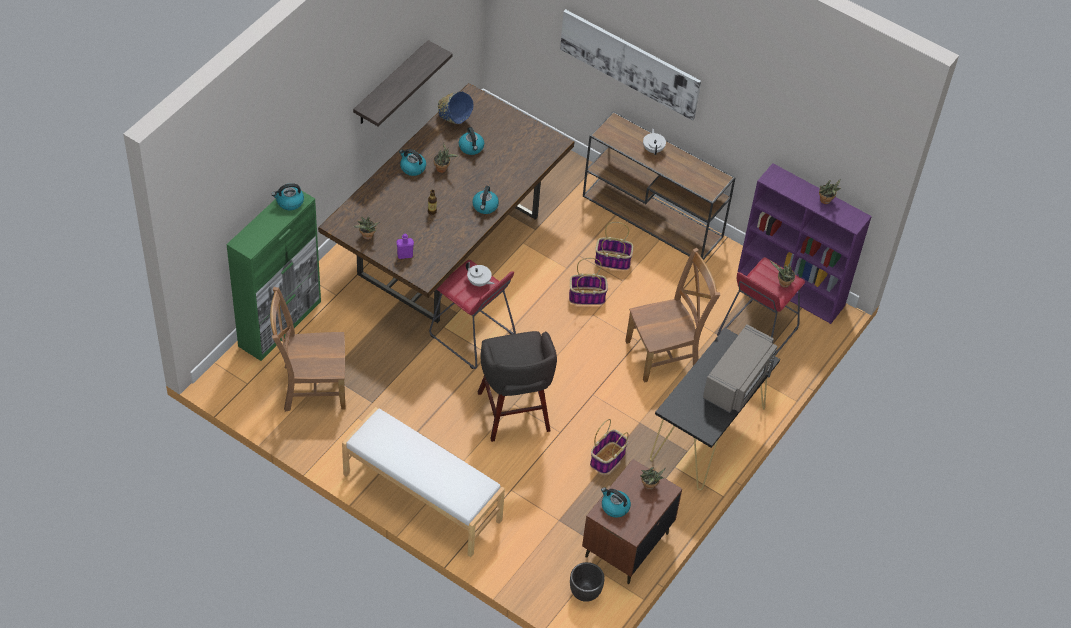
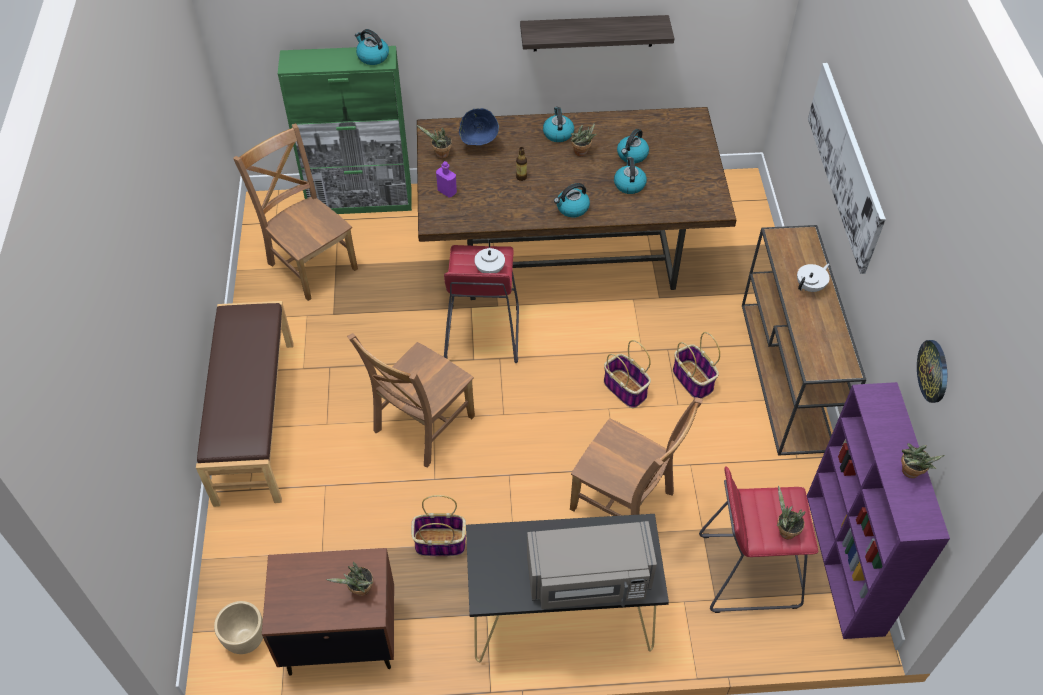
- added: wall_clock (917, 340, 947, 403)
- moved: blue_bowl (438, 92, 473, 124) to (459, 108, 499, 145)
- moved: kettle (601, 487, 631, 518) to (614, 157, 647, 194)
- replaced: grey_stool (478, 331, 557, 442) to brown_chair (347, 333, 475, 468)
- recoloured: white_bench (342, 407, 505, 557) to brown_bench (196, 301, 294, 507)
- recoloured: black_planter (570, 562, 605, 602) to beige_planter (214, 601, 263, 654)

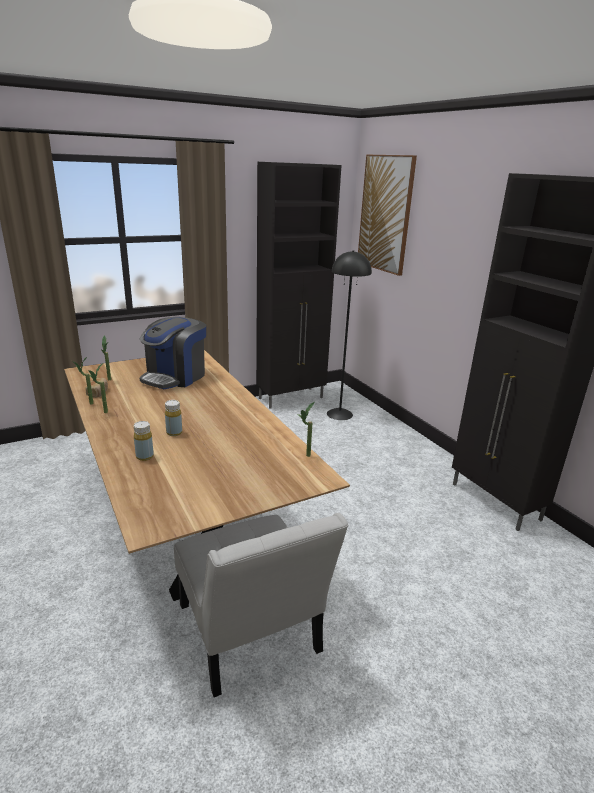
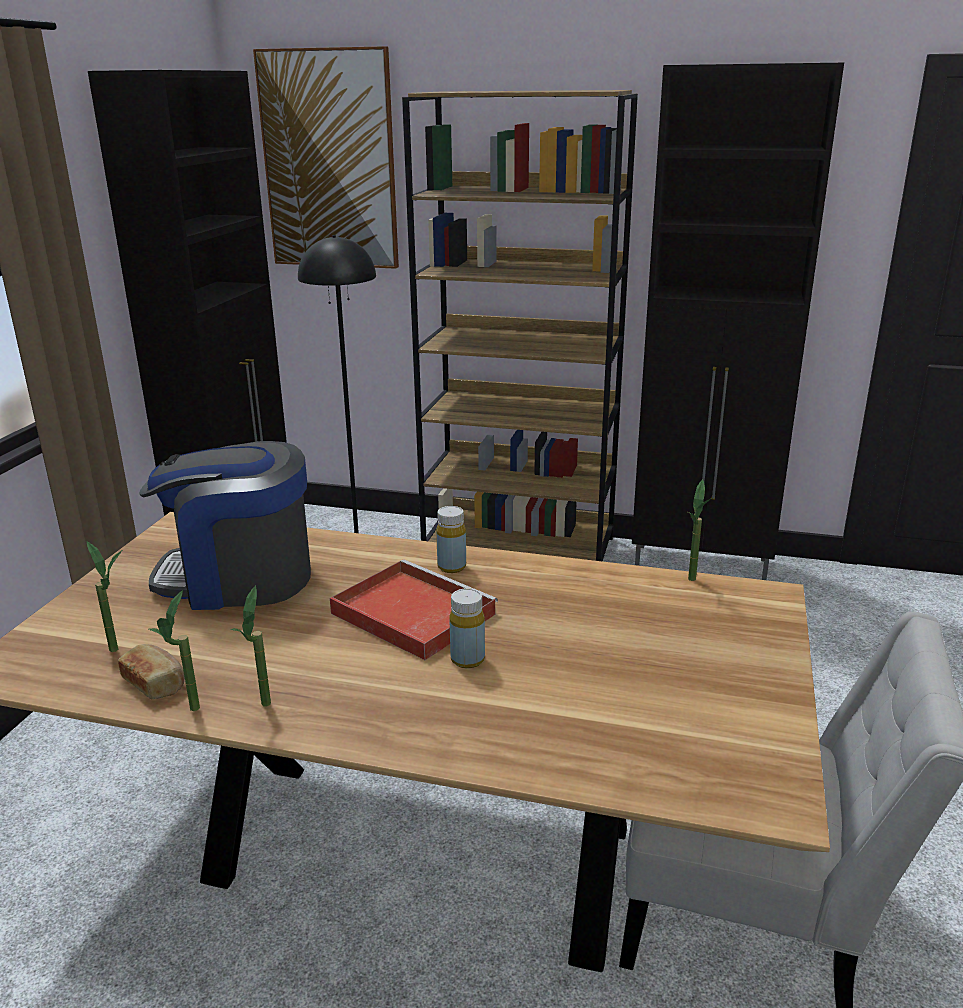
- added: red_tray (330, 559, 498, 660)
- added: brown_bookcase (402, 90, 638, 561)
- moved: yellow_bottle (134, 421, 154, 461) to (436, 506, 466, 573)
- turned: coffee_machine (140, 317, 206, 389) = (140, 441, 311, 610) 105 degrees clockwise

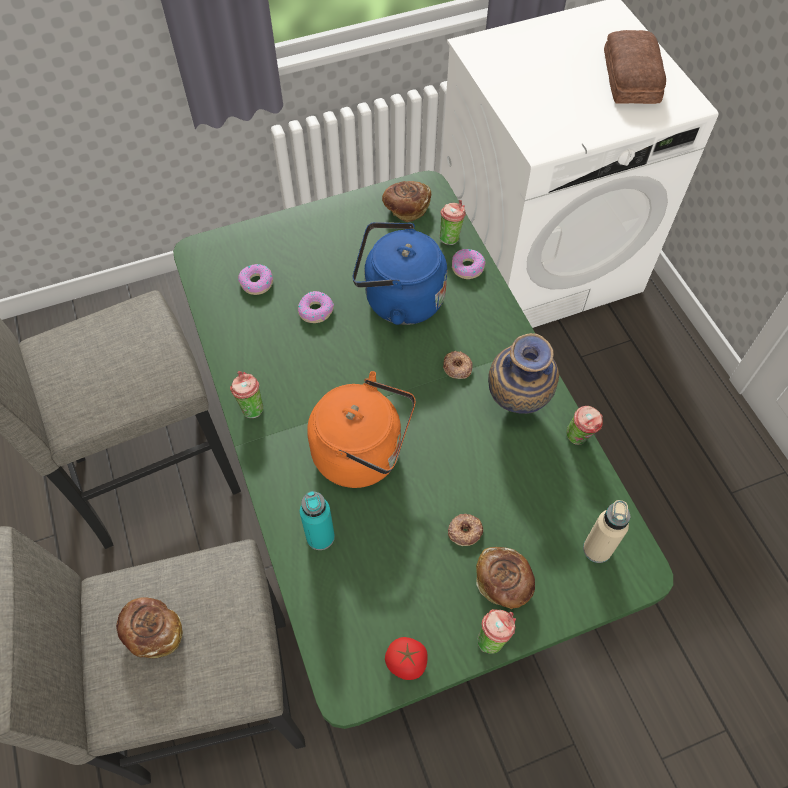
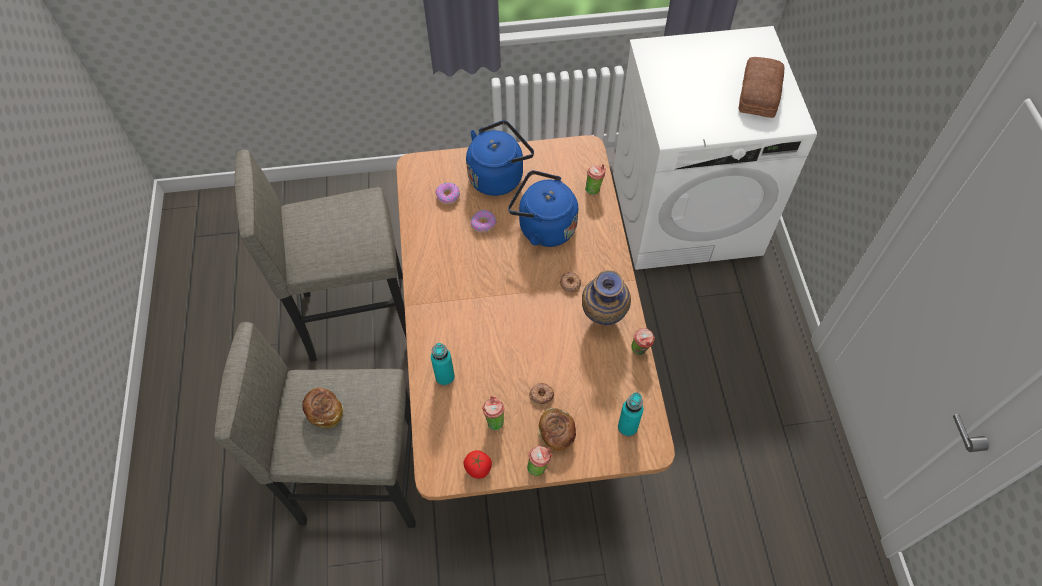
- removed: orange_kettle (307, 371, 416, 488)
- removed: bread (382, 181, 431, 222)
- removed: donut (452, 249, 485, 279)
- added: blue_kettle (466, 120, 534, 196)
- moved: cup (230, 371, 263, 418) to (482, 396, 504, 430)
- recoloured: green_dining_table (173, 171, 673, 729) to brown_dining_table (396, 135, 675, 500)
- recoloured: beige_bottle (583, 500, 631, 563) to turquoise_bottle (618, 392, 643, 436)

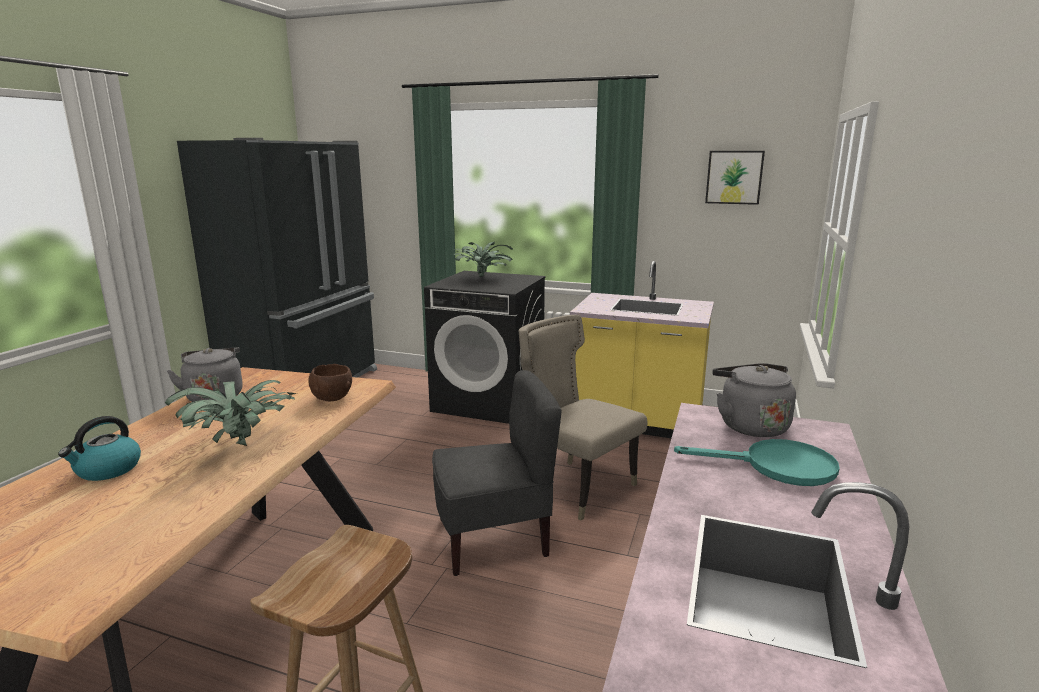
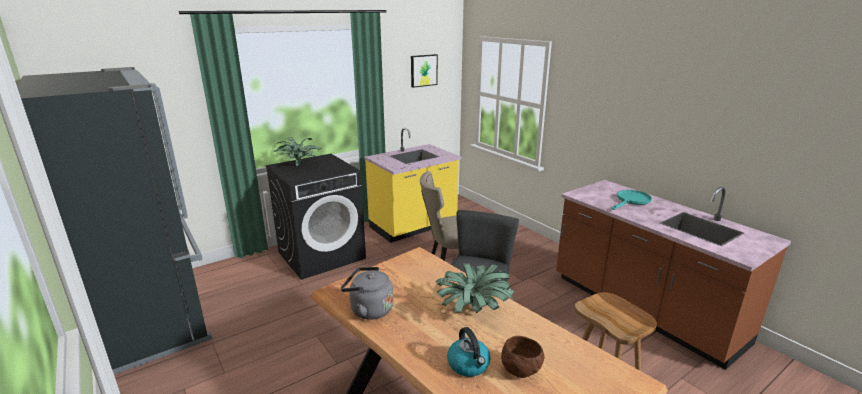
- removed: grey_kettle (712, 363, 796, 437)
- moved: brown_bowl (308, 364, 352, 401) to (501, 336, 545, 378)

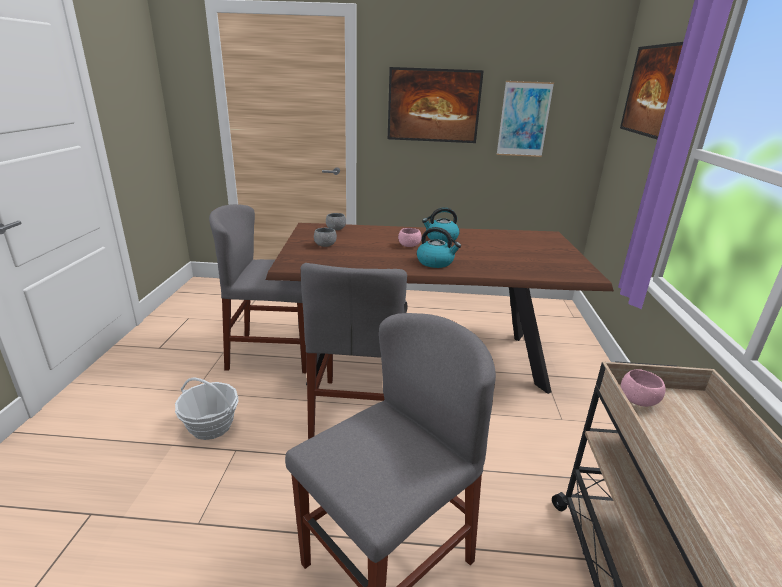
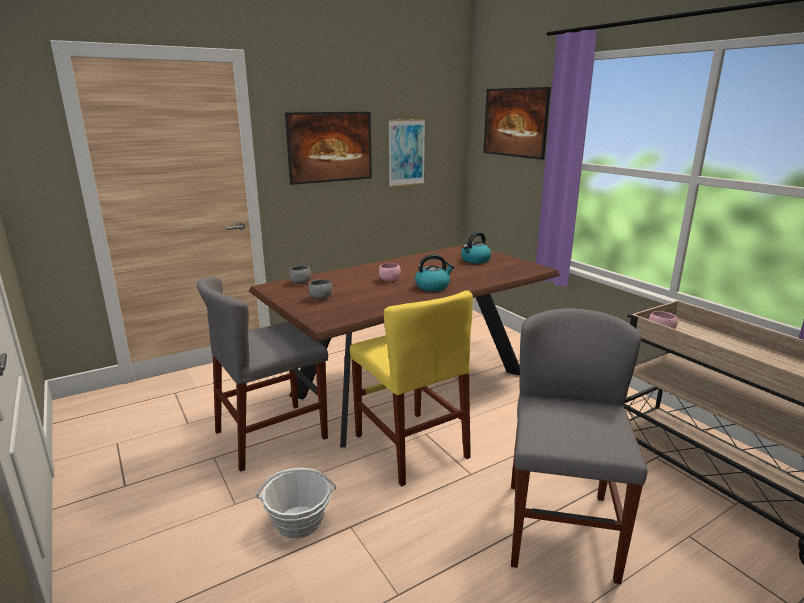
- moved: kettle (422, 207, 460, 243) to (461, 232, 491, 263)
- recoloured: grey_chair (301, 263, 408, 439) to yellow_chair (350, 290, 473, 486)

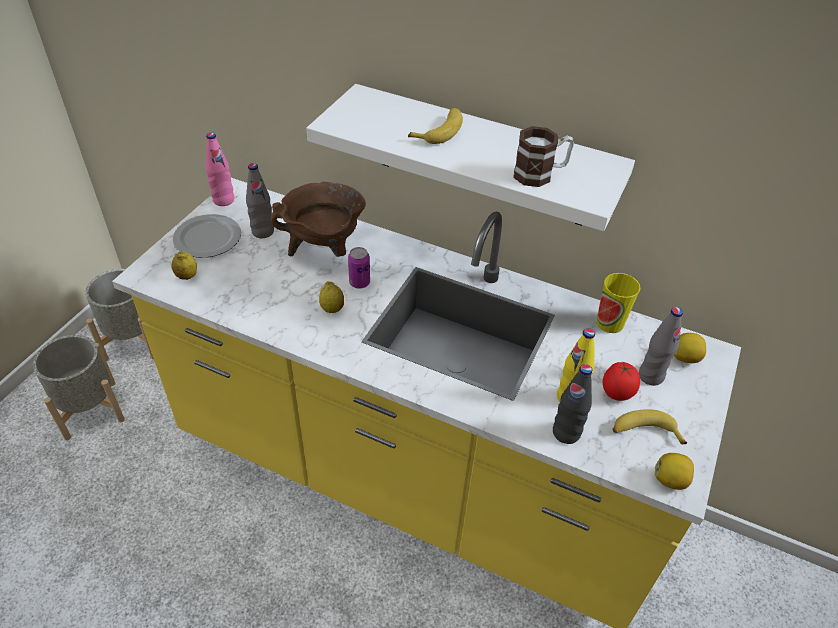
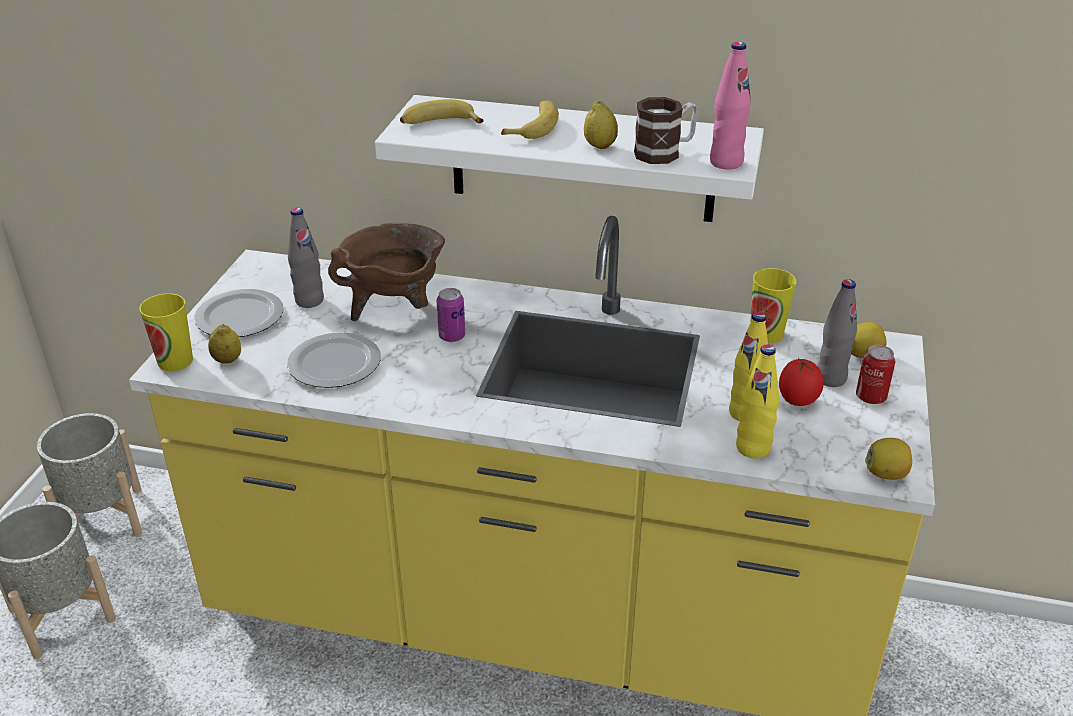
- added: cup (139, 293, 193, 371)
- added: plate (287, 332, 381, 388)
- added: can (856, 345, 895, 404)
- moved: pink_bottle (206, 133, 234, 206) to (710, 42, 751, 169)
- moved: lemon (319, 281, 344, 313) to (584, 101, 618, 149)
- moved: banana (612, 409, 687, 444) to (400, 99, 484, 124)
- recoloured: black_bottle (553, 364, 592, 444) to yellow_bottle (736, 345, 779, 459)

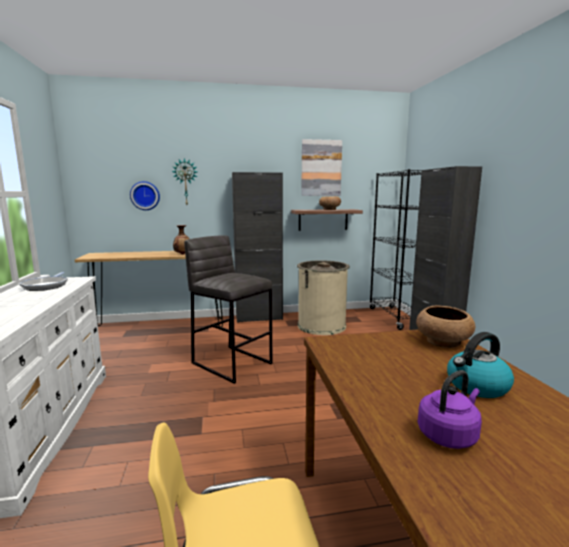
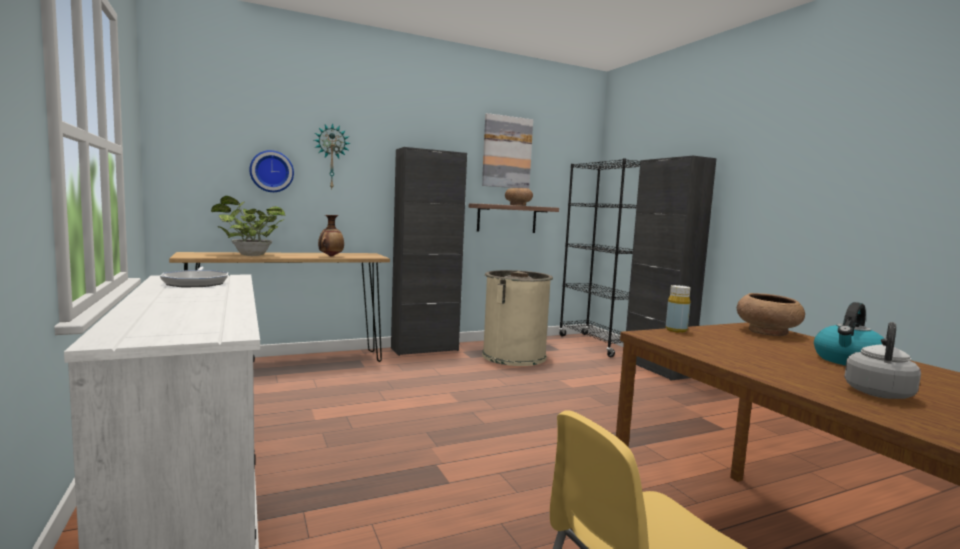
- removed: grey_stool (184, 235, 272, 384)
- added: potted_plant (211, 196, 285, 256)
- added: yellow_bottle (666, 285, 690, 333)
- recoloured: purple_kettle (418, 370, 482, 449) to grey_kettle (844, 322, 921, 399)

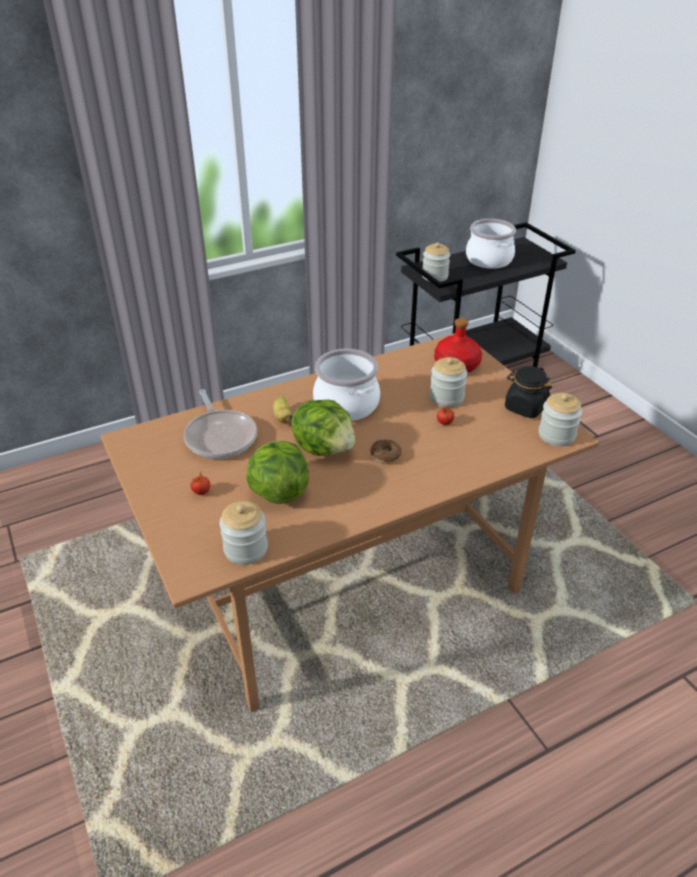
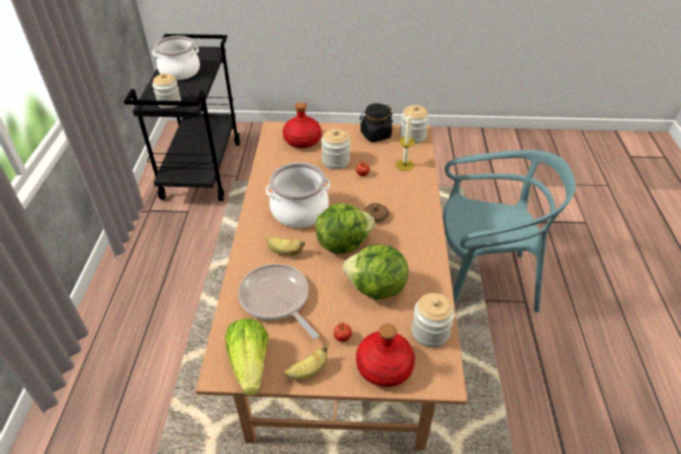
- added: lettuce (225, 319, 269, 396)
- added: banana (283, 346, 328, 381)
- added: red_bottle (356, 324, 415, 387)
- added: candle (395, 114, 415, 171)
- added: turquoise_chair (443, 150, 576, 313)
- turned: frying_pan (184, 389, 257, 459) = (238, 264, 319, 339) 135 degrees counterclockwise

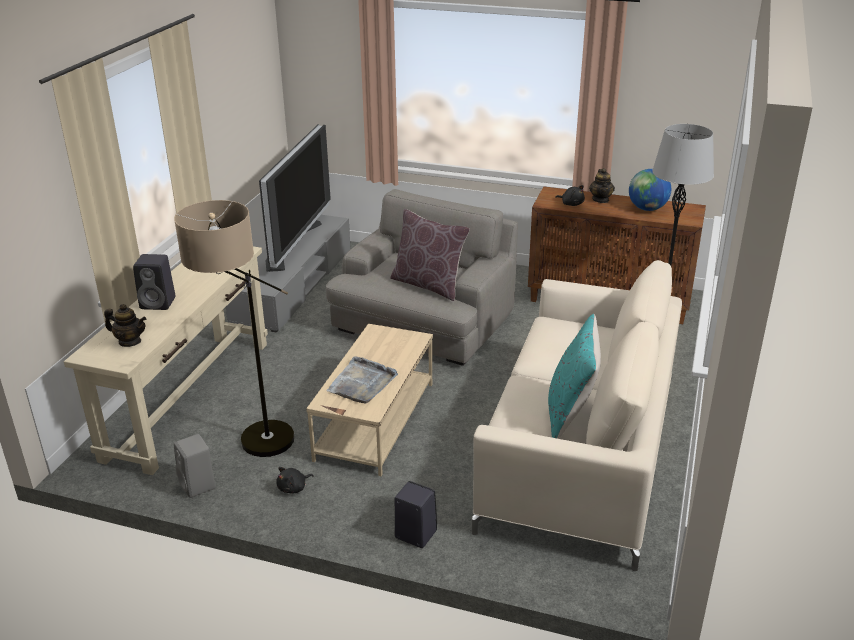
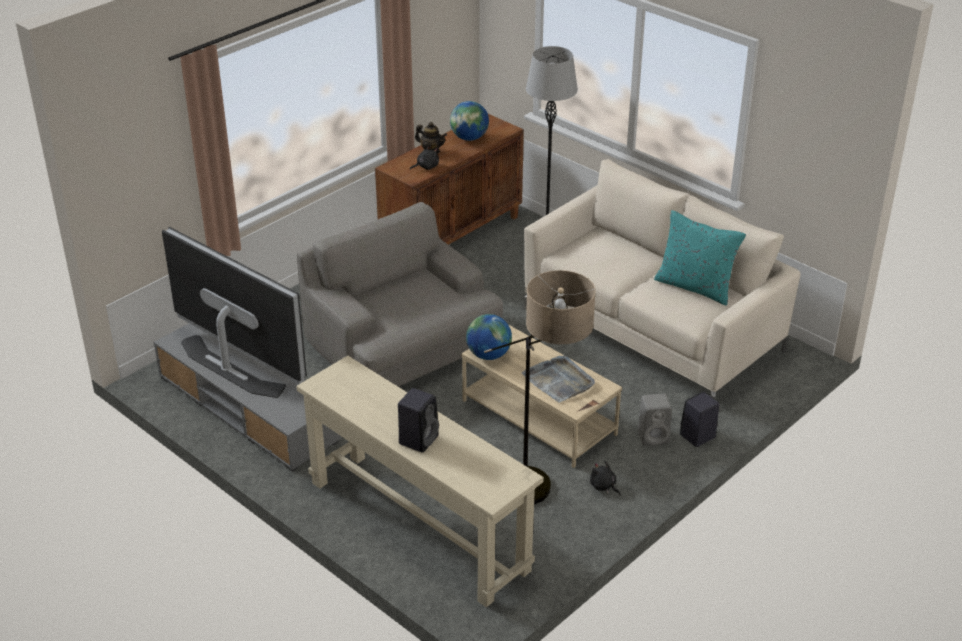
- removed: teapot (104, 304, 146, 347)
- removed: brown_pillow (390, 209, 470, 301)
- added: globe (466, 314, 512, 360)
- moved: grey_speaker (174, 434, 216, 498) to (637, 393, 672, 446)
- turned: black_plush_toy (276, 467, 314, 493) = (590, 461, 621, 496) 150 degrees clockwise

